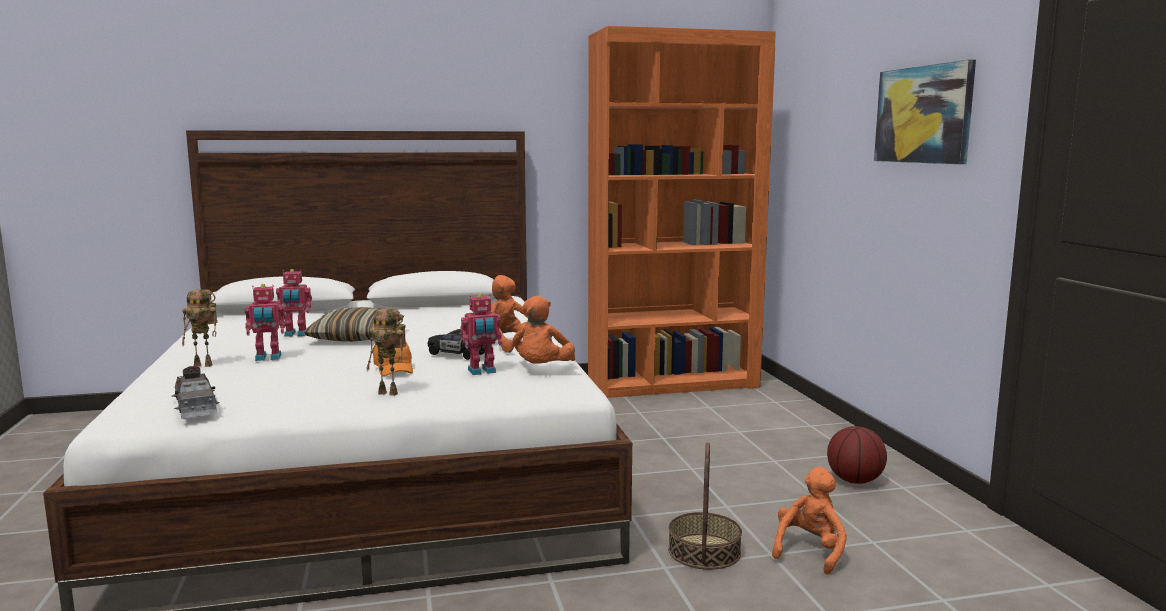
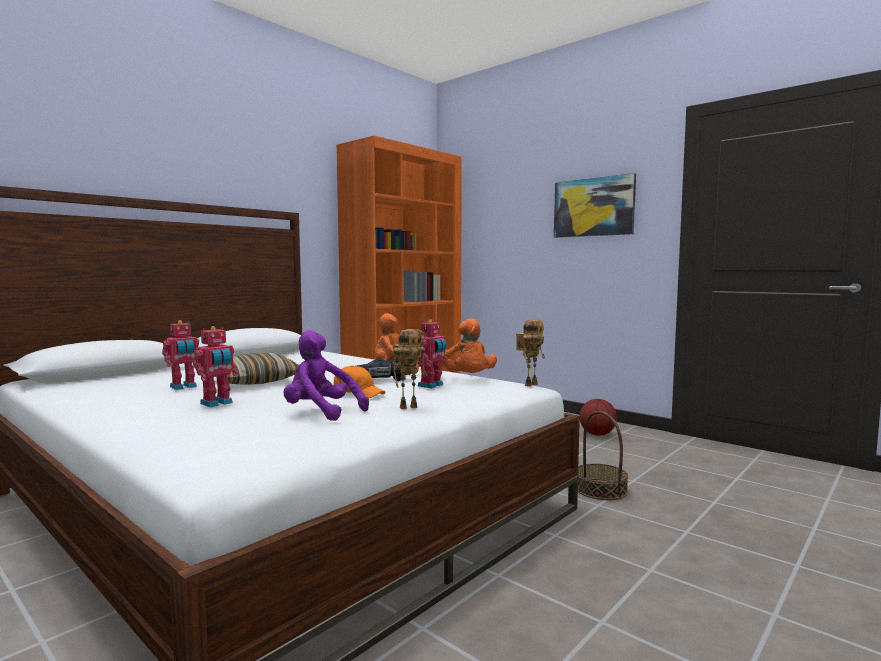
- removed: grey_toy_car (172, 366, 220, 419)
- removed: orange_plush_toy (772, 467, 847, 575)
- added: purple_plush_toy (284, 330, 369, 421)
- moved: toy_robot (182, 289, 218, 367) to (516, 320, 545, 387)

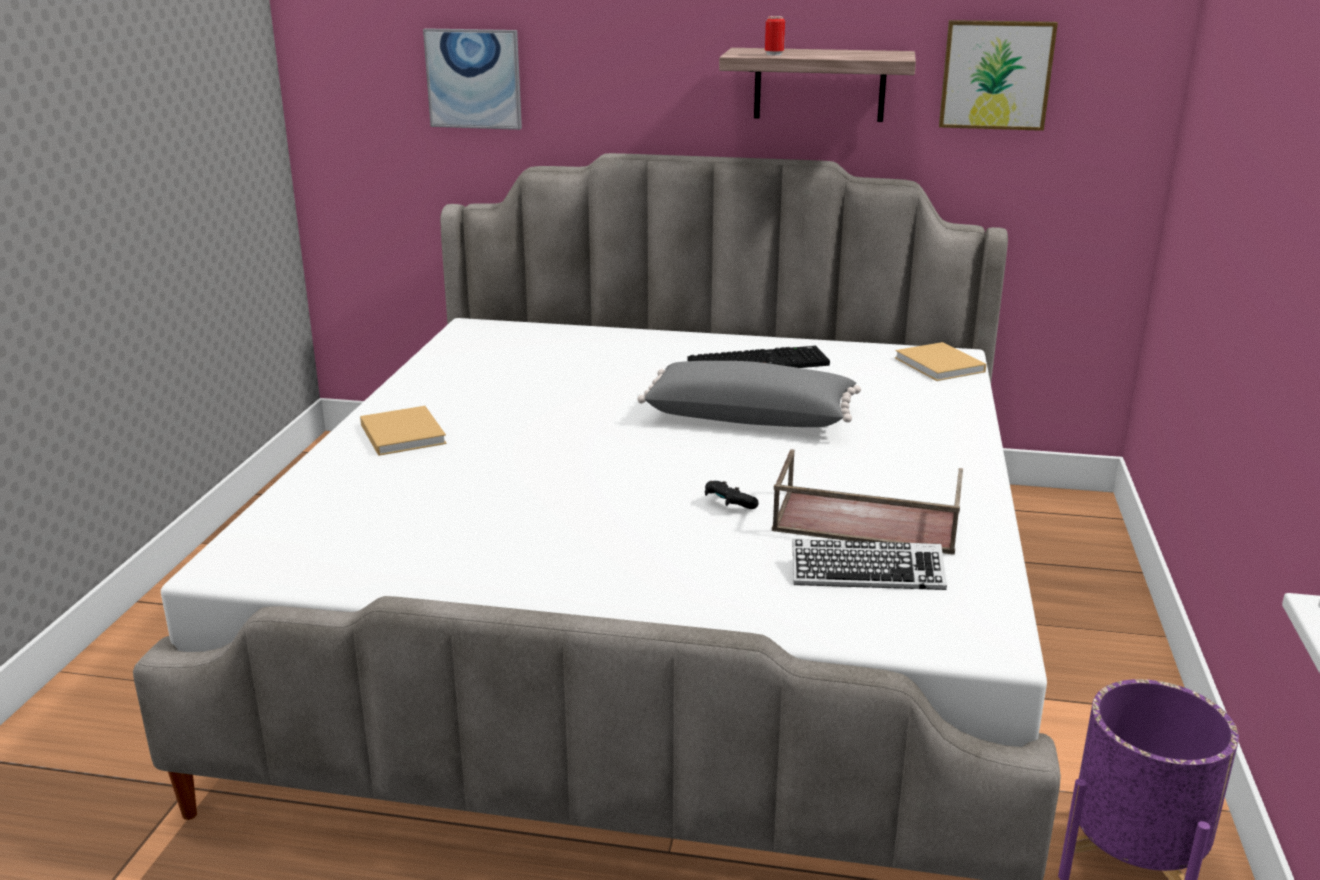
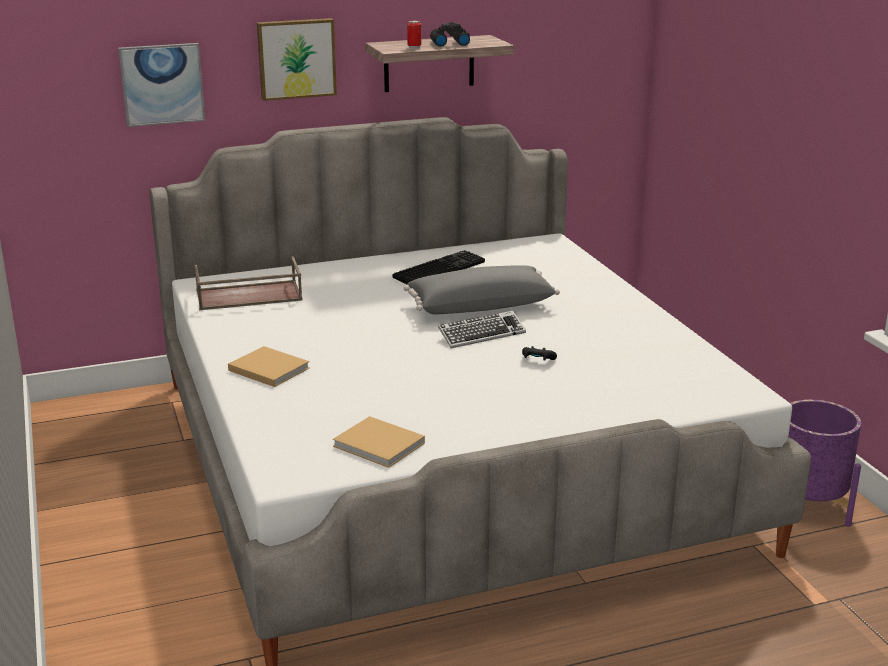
- added: black_binoculars (430, 22, 470, 47)
- moved: brown_tray (772, 449, 963, 555) to (195, 256, 303, 310)
- moved: keyboard (793, 539, 947, 590) to (438, 310, 526, 348)
- moved: beige_book (895, 342, 986, 381) to (333, 416, 425, 468)
- moved: picture (939, 20, 1058, 131) to (257, 18, 337, 101)

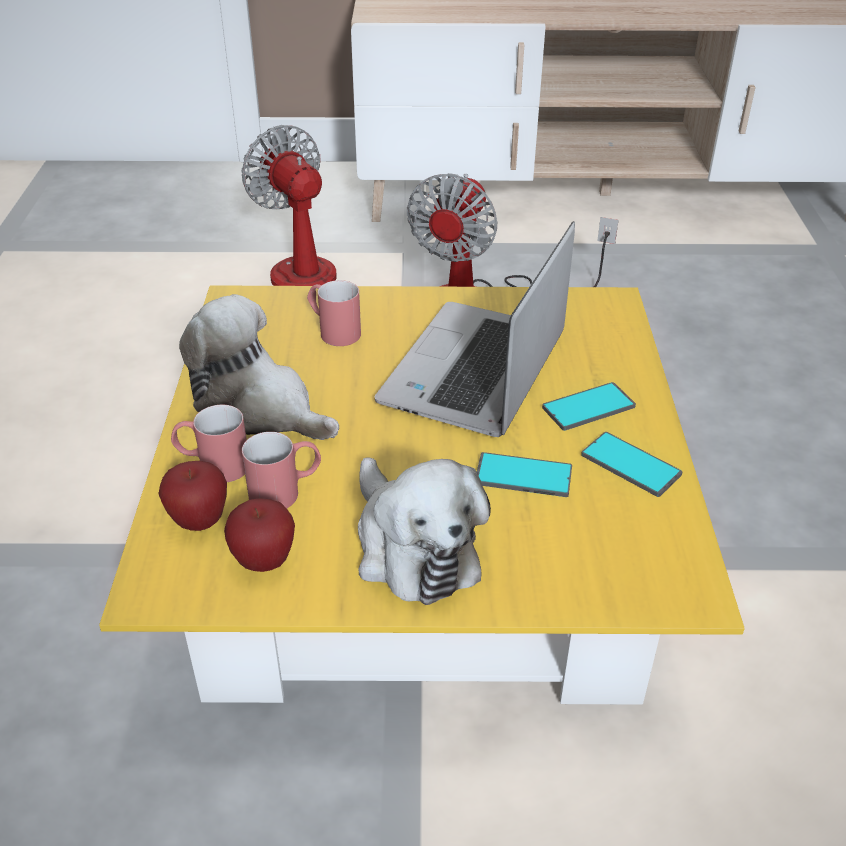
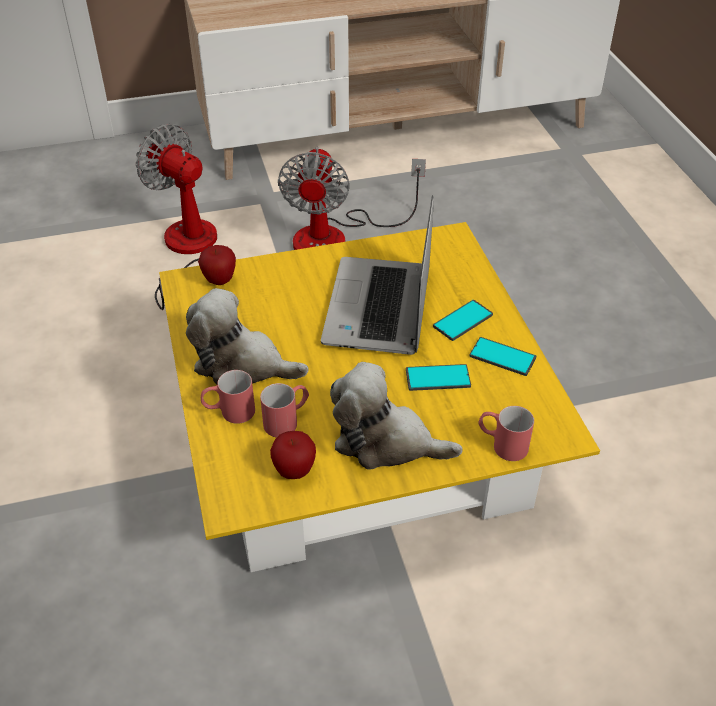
- moved: apple (159, 461, 227, 531) to (198, 245, 236, 285)
- moved: red_mug (307, 280, 361, 346) to (478, 406, 534, 461)
- turned: plush_toy (358, 457, 491, 605) = (330, 362, 463, 470) 150 degrees clockwise

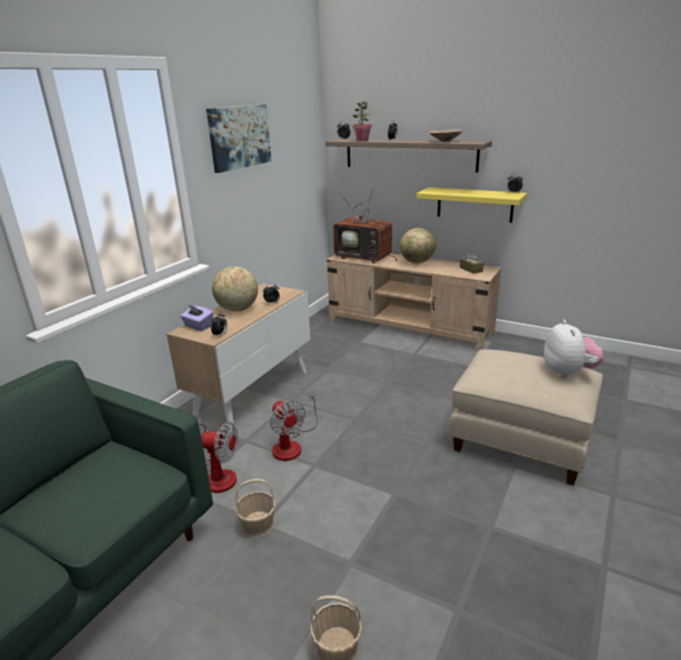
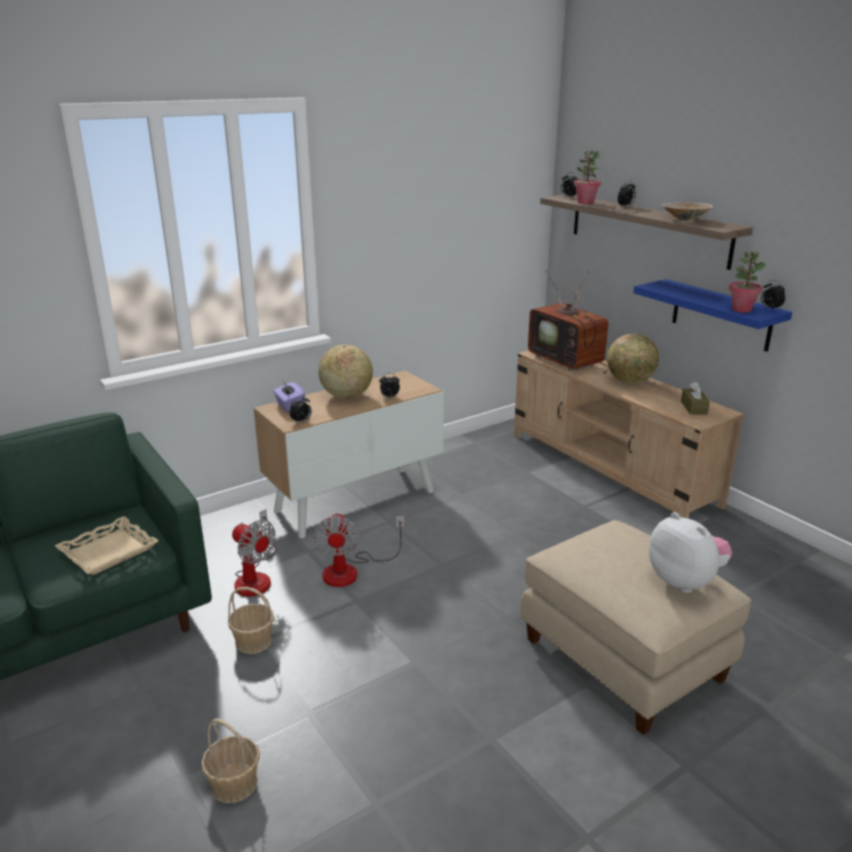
- removed: picture (206, 104, 271, 173)
- added: beige_tray (55, 516, 159, 575)
- added: potted_plant (729, 252, 766, 313)
- recoloured: yellow_shelf (417, 187, 527, 223) to blue_shelf (633, 279, 792, 352)
- turned: plush_toy (544, 320, 604, 378) = (649, 512, 732, 593) 60 degrees counterclockwise

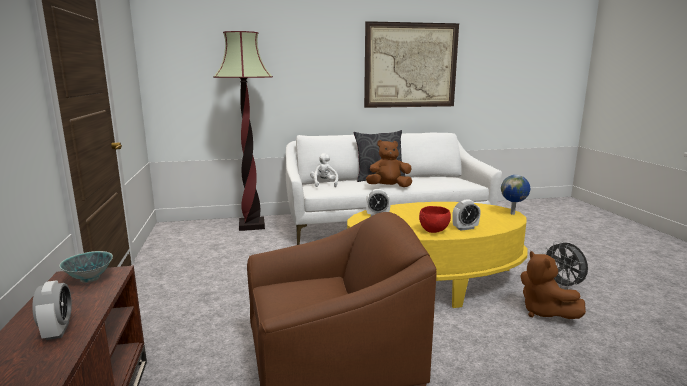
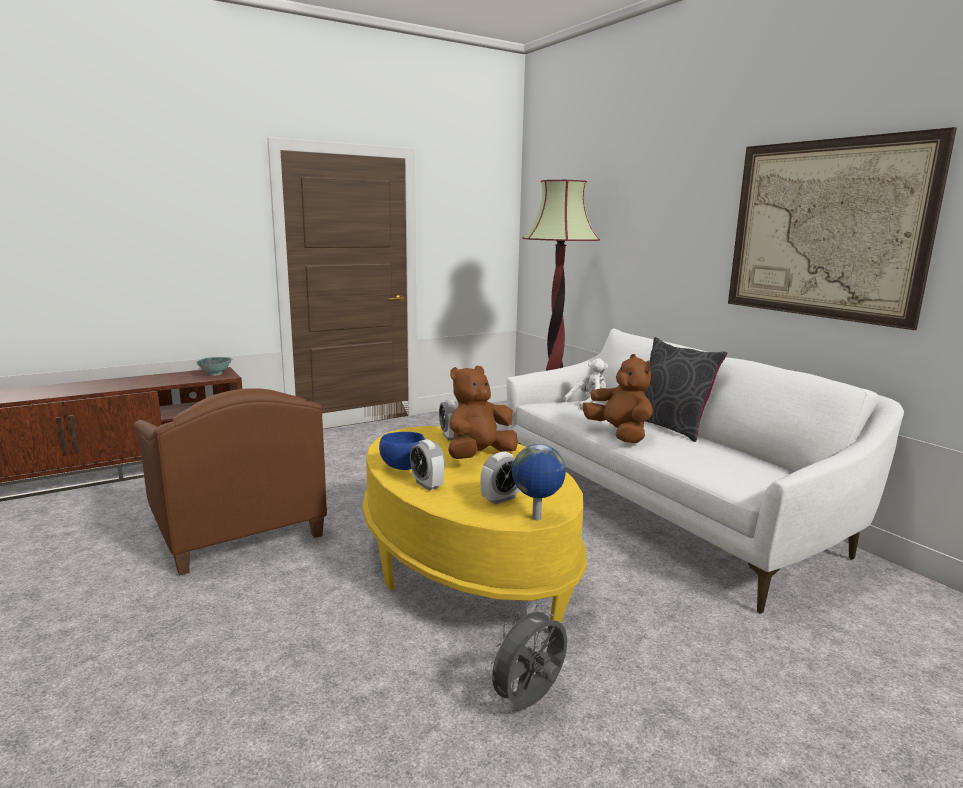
- moved: alarm_clock (32, 280, 72, 340) to (480, 451, 521, 504)
- moved: brown_plush_toy (521, 251, 586, 319) to (448, 366, 518, 459)
- recoloured: red_bowl (419, 206, 451, 233) to blue_bowl (379, 432, 425, 470)

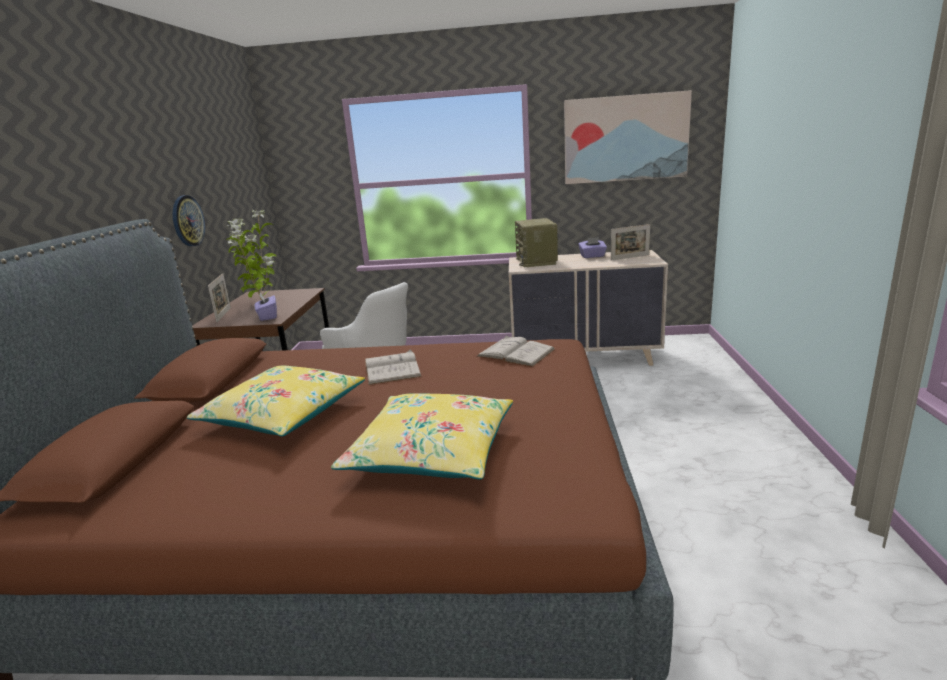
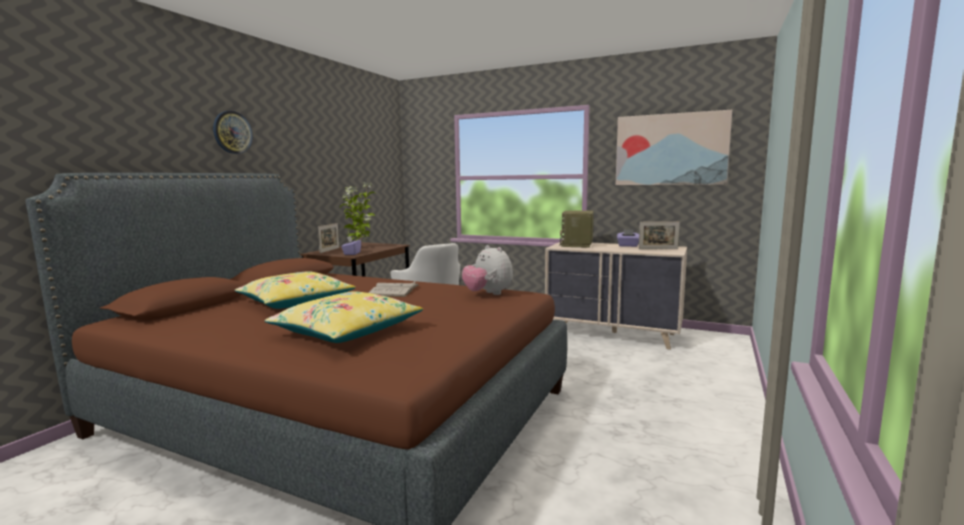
- moved: wall_clock (173, 195, 205, 246) to (213, 111, 252, 154)
- replaced: white_book (476, 336, 555, 367) to plush_toy (462, 245, 513, 295)

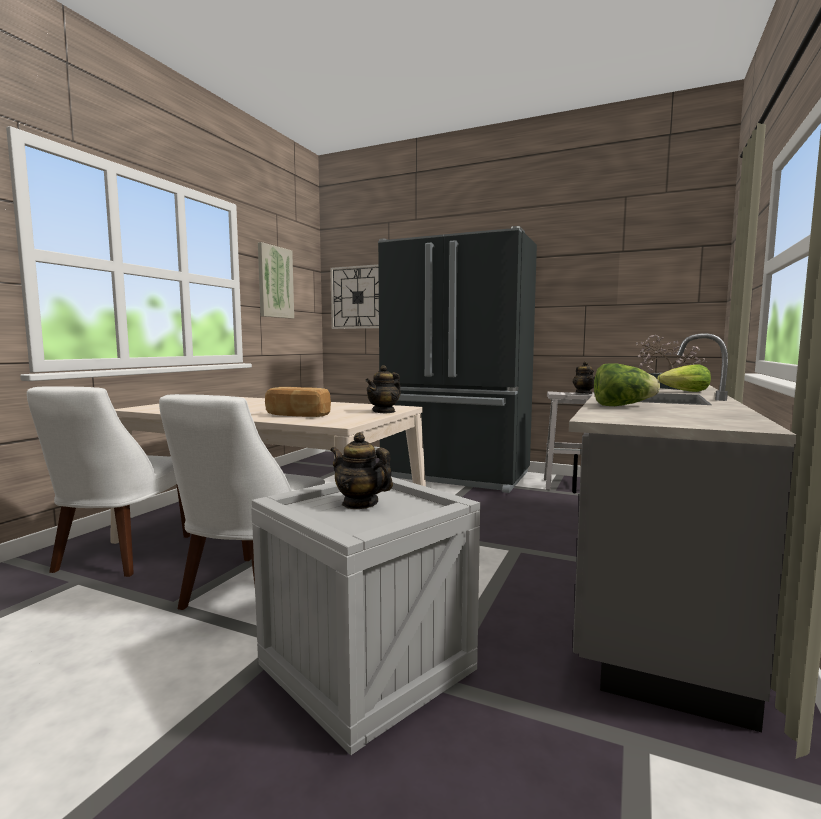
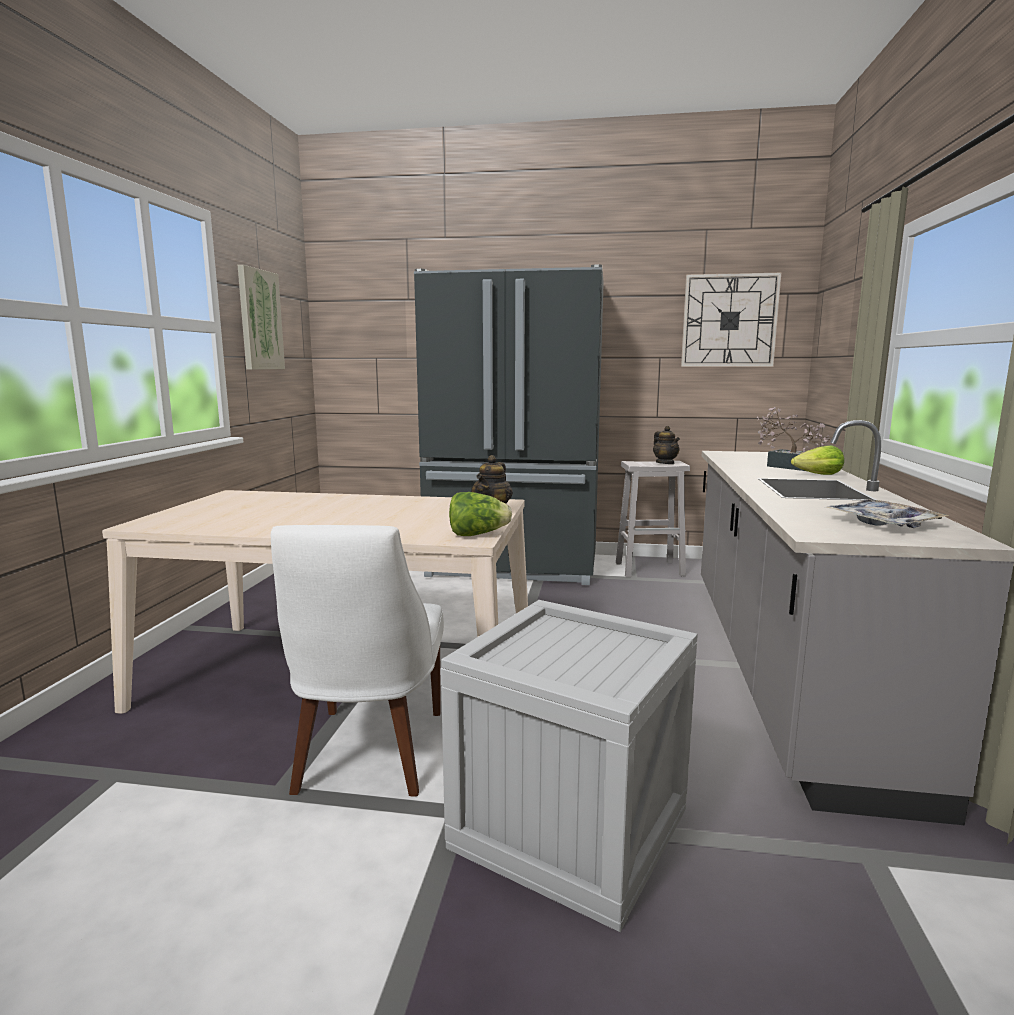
- removed: white_chair (27, 386, 190, 577)
- removed: bread (265, 387, 331, 417)
- removed: teapot (330, 432, 393, 509)
- added: tray (824, 499, 950, 528)
- moved: wall_clock (330, 264, 379, 329) to (681, 273, 781, 367)
- moved: lettuce (594, 363, 660, 406) to (449, 492, 512, 536)

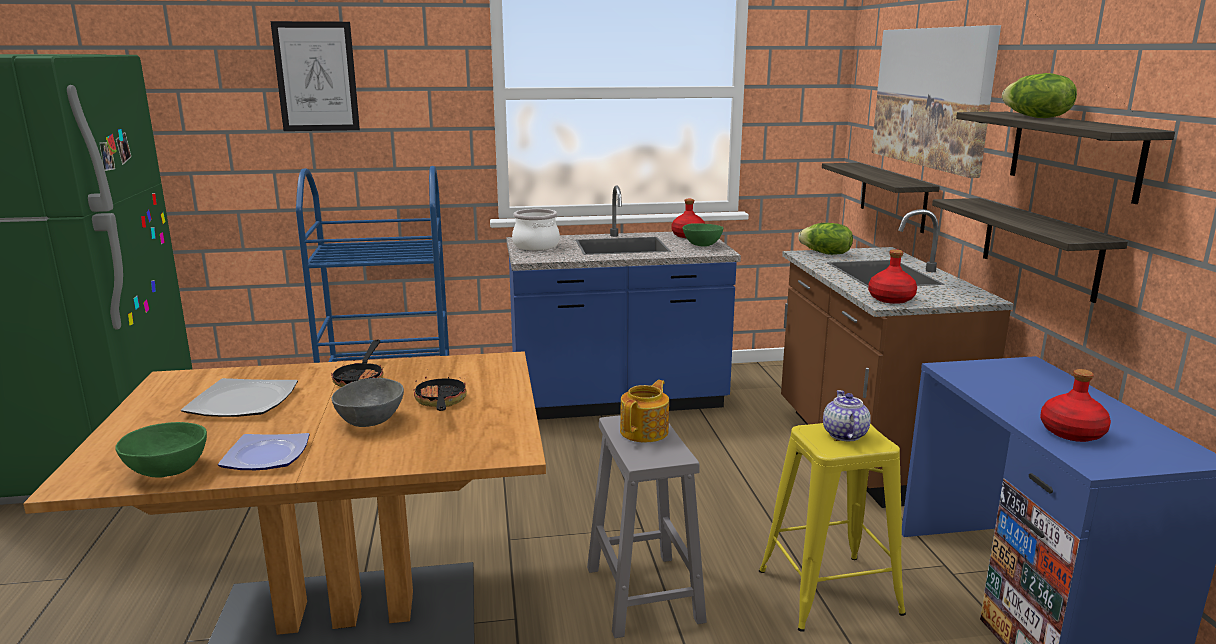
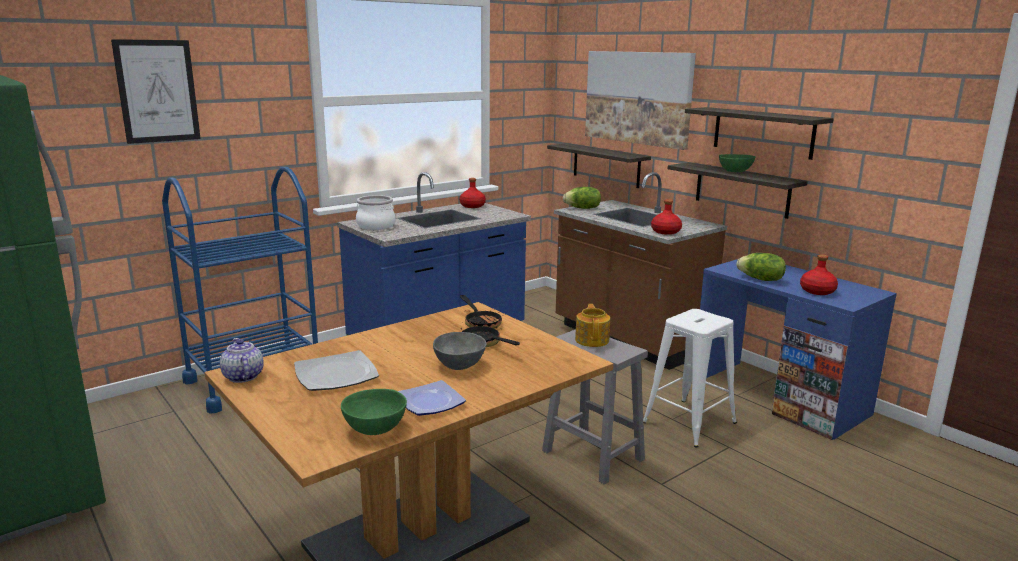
- moved: frying_pan (331, 340, 384, 387) to (460, 295, 502, 329)
- moved: green_bowl (683, 223, 723, 247) to (719, 154, 755, 172)
- moved: teapot (823, 390, 871, 441) to (220, 338, 264, 383)
- moved: lettuce (1002, 73, 1077, 118) to (737, 253, 786, 281)
- recoloured: yellow_stool (759, 423, 906, 632) to white_stool (643, 309, 737, 447)

